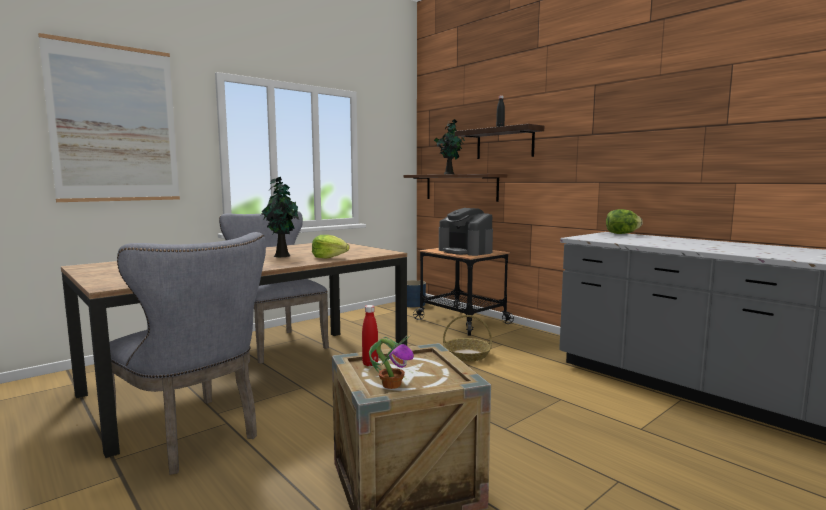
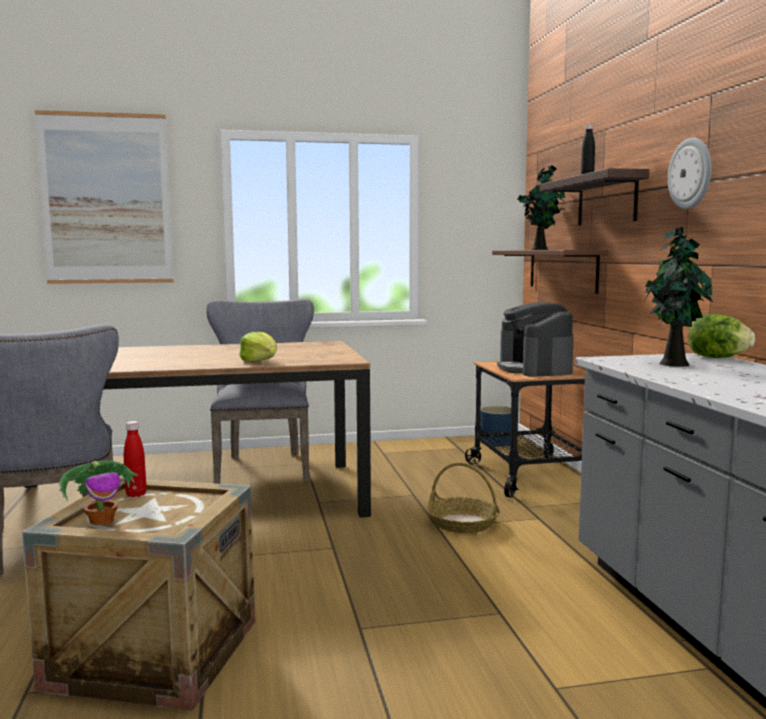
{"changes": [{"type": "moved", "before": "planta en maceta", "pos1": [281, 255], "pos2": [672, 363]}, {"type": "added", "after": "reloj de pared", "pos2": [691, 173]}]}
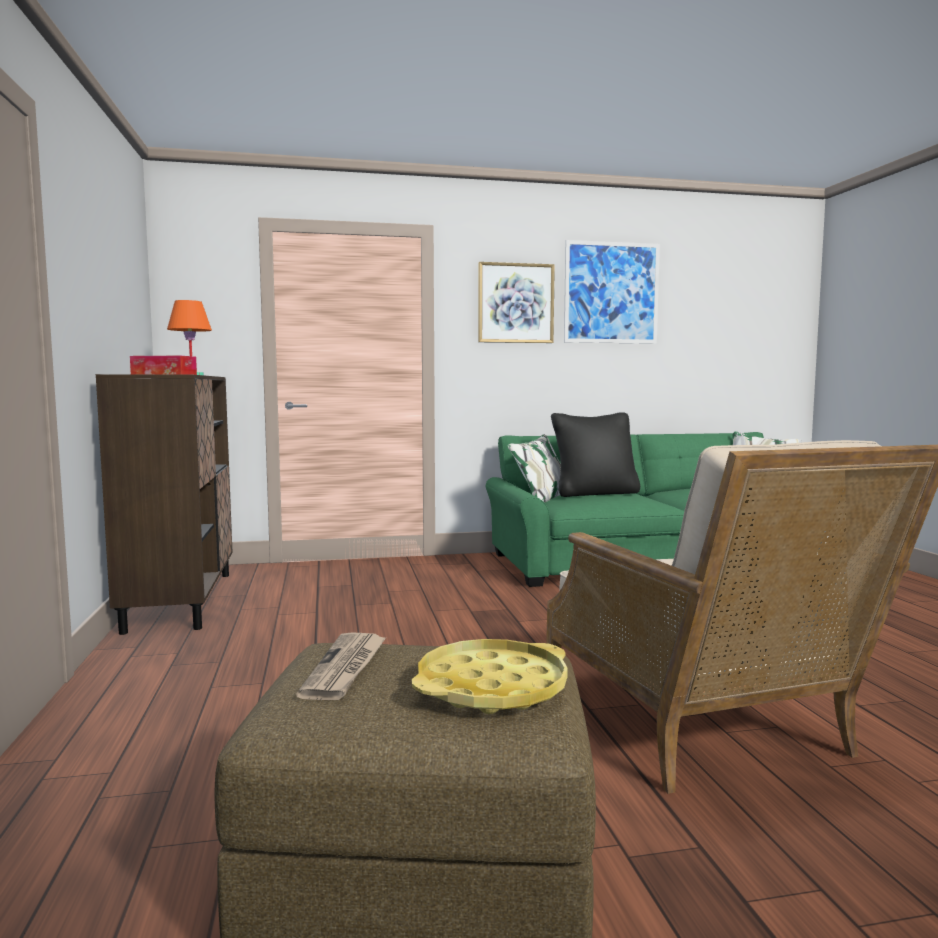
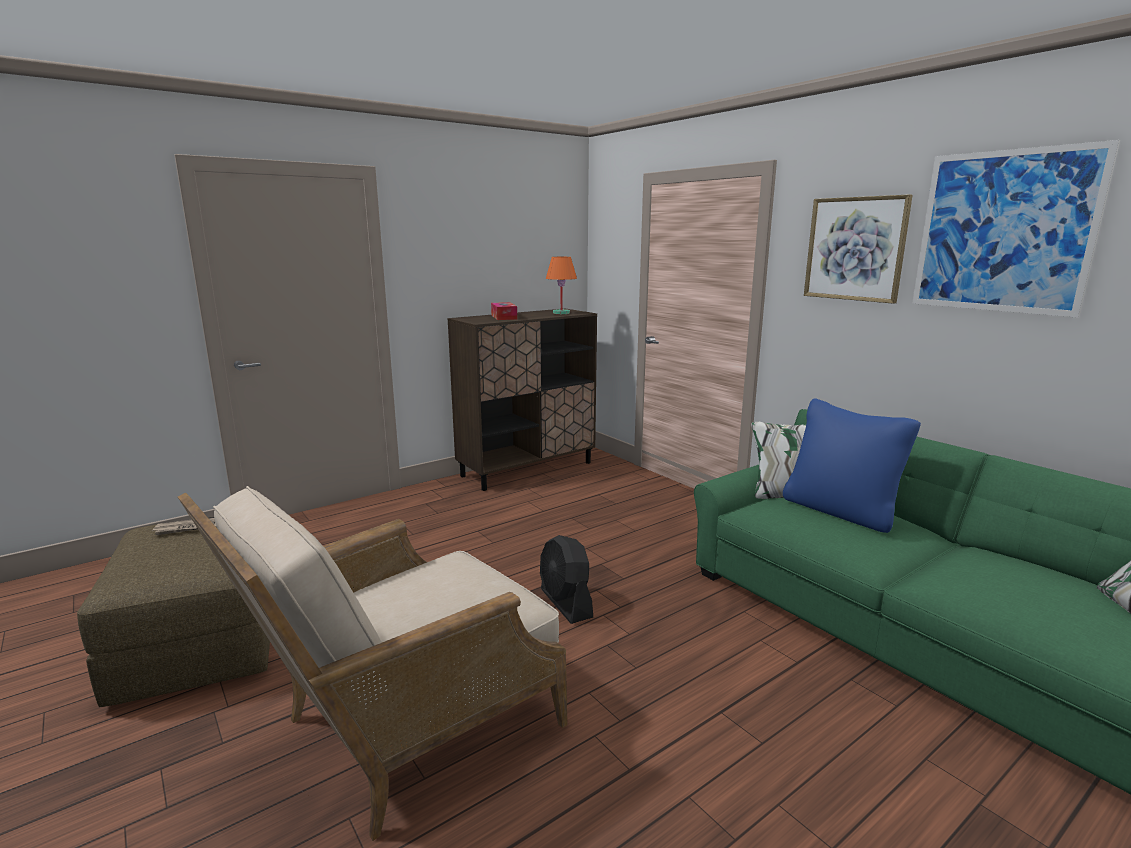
{"changes": [{"type": "recoloured", "before": "cojín/negro", "after": "cojín/azul", "pos1": [595, 493], "pos2": [840, 511]}, {"type": "removed", "before": "bandeja/amarillo", "pos1": [492, 687]}, {"type": "added", "after": "ventilador/negro", "pos2": [566, 603]}]}
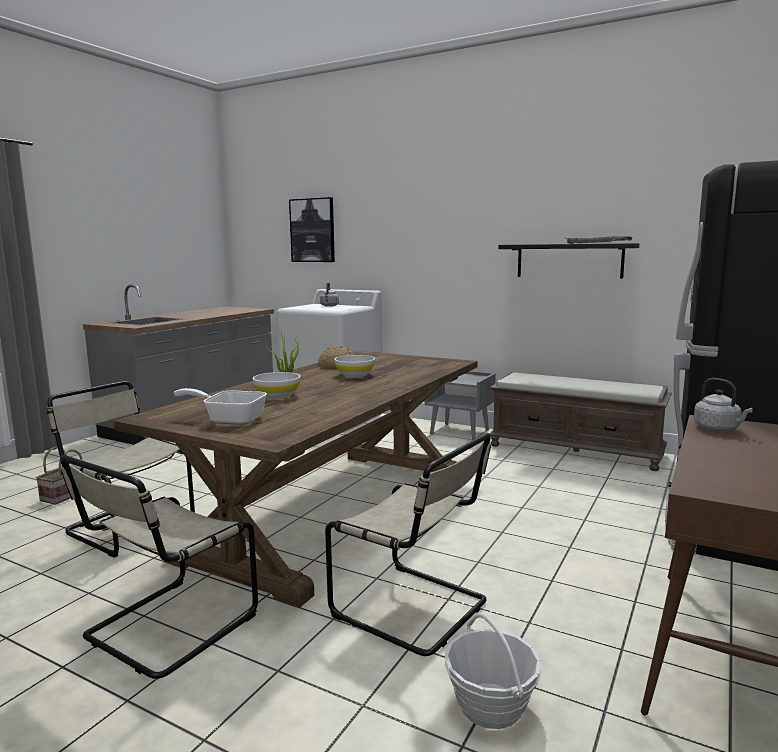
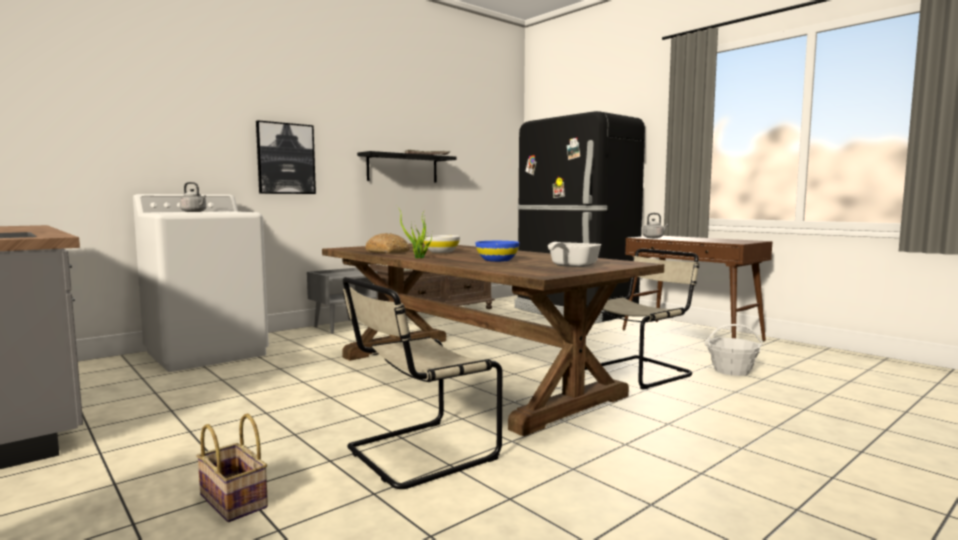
{"changes": [{"type": "moved", "before": "cuadro", "pos1": [312, 230], "pos2": [285, 158]}, {"type": "recoloured", "before": "cuenco/blanco", "after": "cuenco/azul", "pos1": [277, 396], "pos2": [497, 260]}, {"type": "removed", "before": "silla/beis", "pos1": [166, 628]}]}
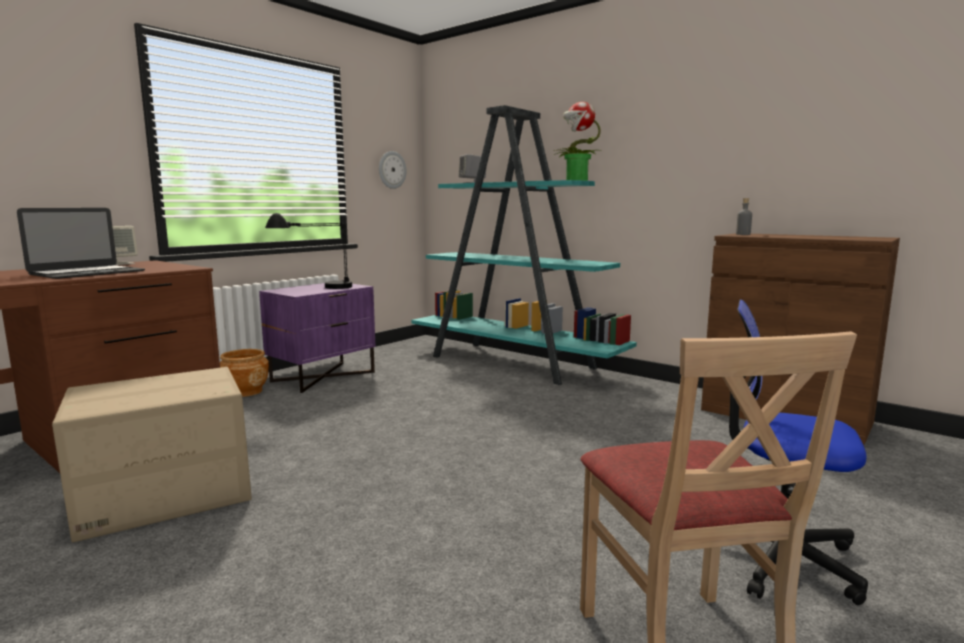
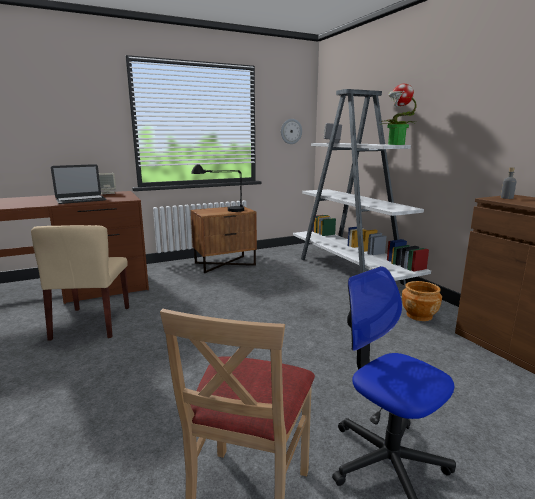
{"changes": [{"type": "recoloured", "before": "estantería/turquesa", "after": "estantería/blanco", "pos1": [514, 363], "pos2": [350, 271]}, {"type": "recoloured", "before": "mesita de noche/morado", "after": "mesita de noche/marrón", "pos1": [323, 376], "pos2": [225, 264]}, {"type": "moved", "before": "maceta/marrón", "pos1": [245, 391], "pos2": [419, 315]}, {"type": "replaced", "before": "caja de cartón", "after": "silla/beis", "pos1": [165, 496], "pos2": [92, 323]}]}
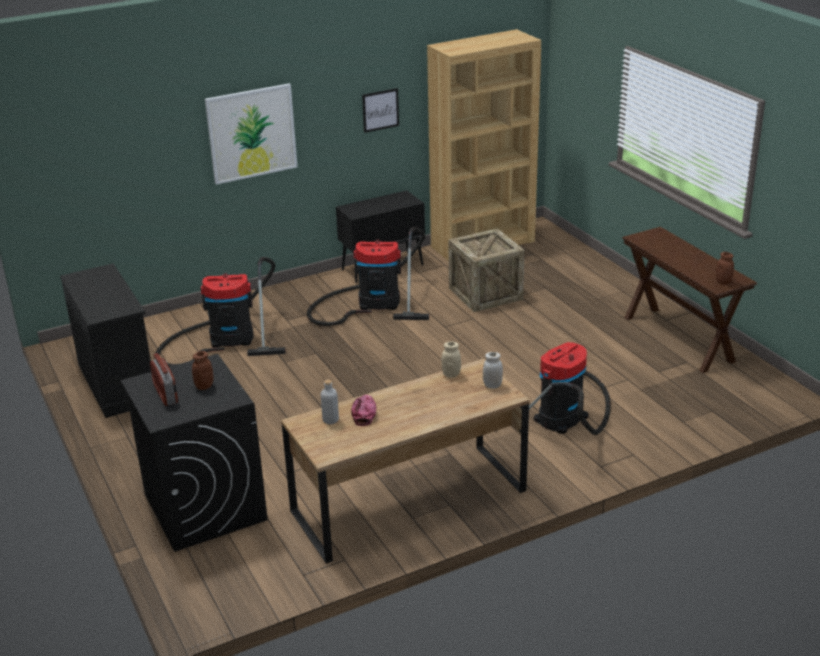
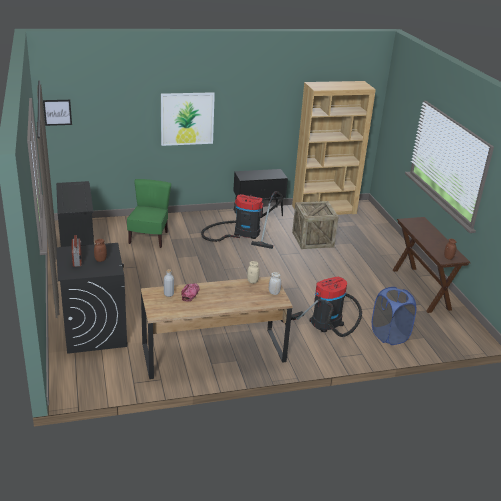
{"changes": [{"type": "moved", "before": "cuadro", "pos1": [380, 110], "pos2": [57, 112]}, {"type": "replaced", "before": "aspiradora", "after": "silla/verde", "pos1": [226, 339], "pos2": [149, 238]}, {"type": "added", "after": "cesto de la ropa/azul", "pos2": [389, 335]}]}
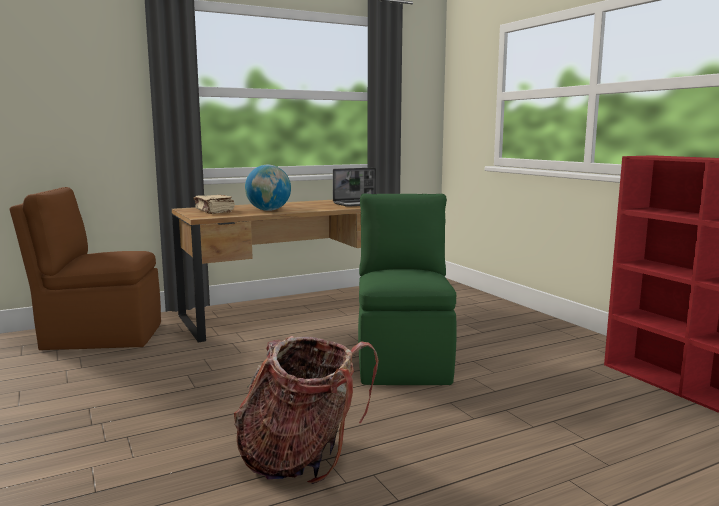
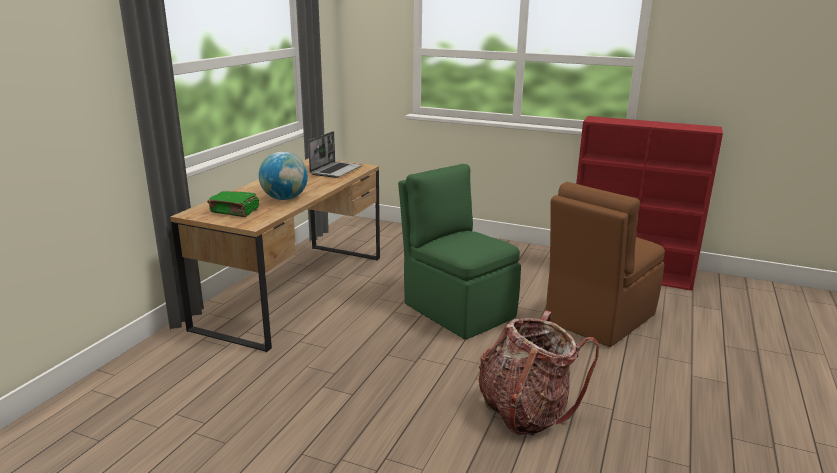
{"changes": [{"type": "moved", "before": "silla/marrón", "pos1": [100, 336], "pos2": [598, 319]}, {"type": "recoloured", "before": "libro/beis", "after": "libro/verde", "pos1": [214, 211], "pos2": [235, 211]}]}
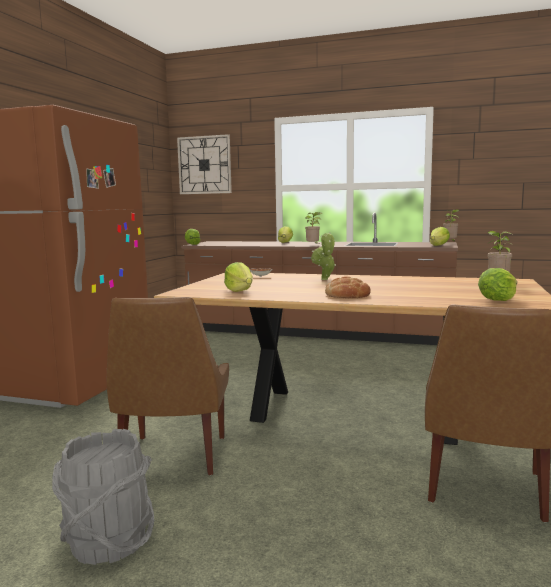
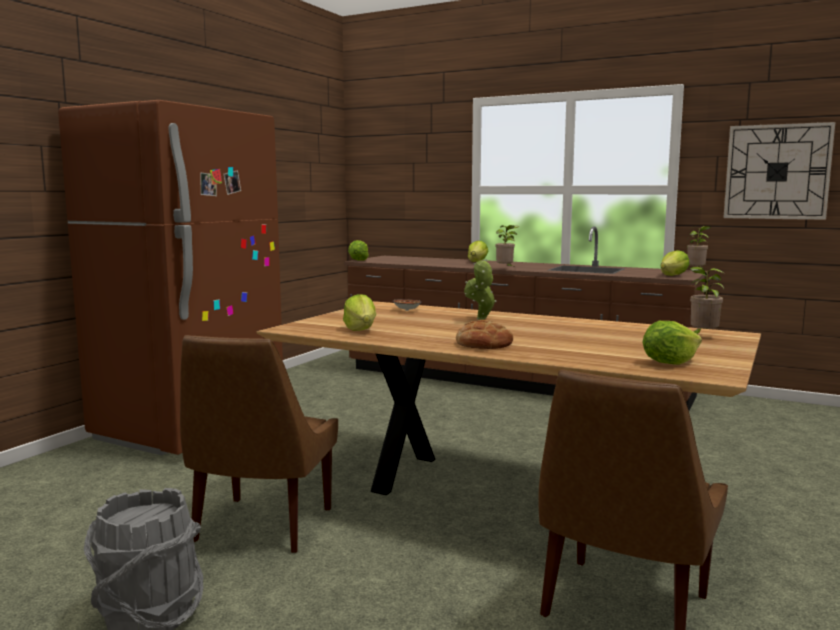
{"changes": [{"type": "moved", "before": "reloj de pared", "pos1": [204, 165], "pos2": [777, 172]}]}
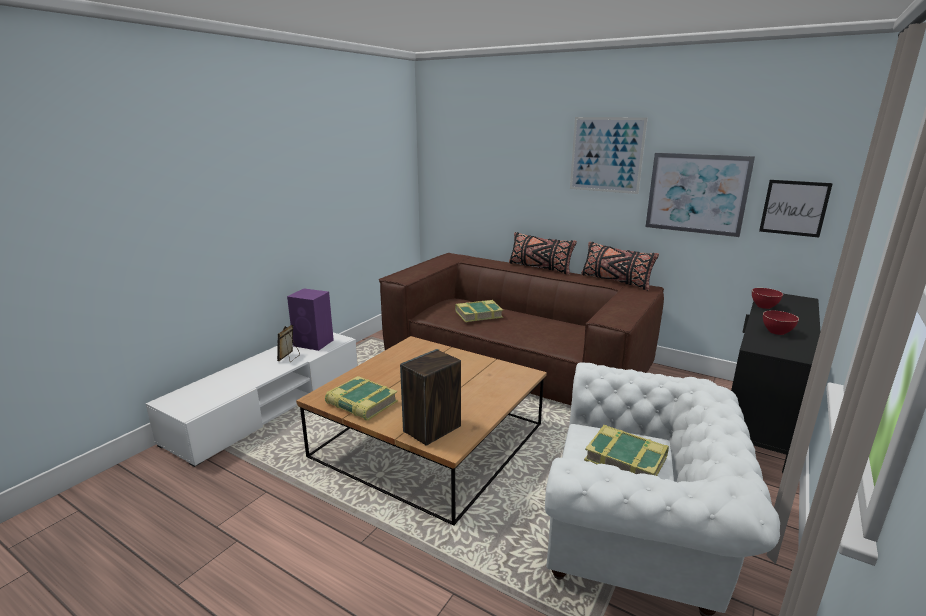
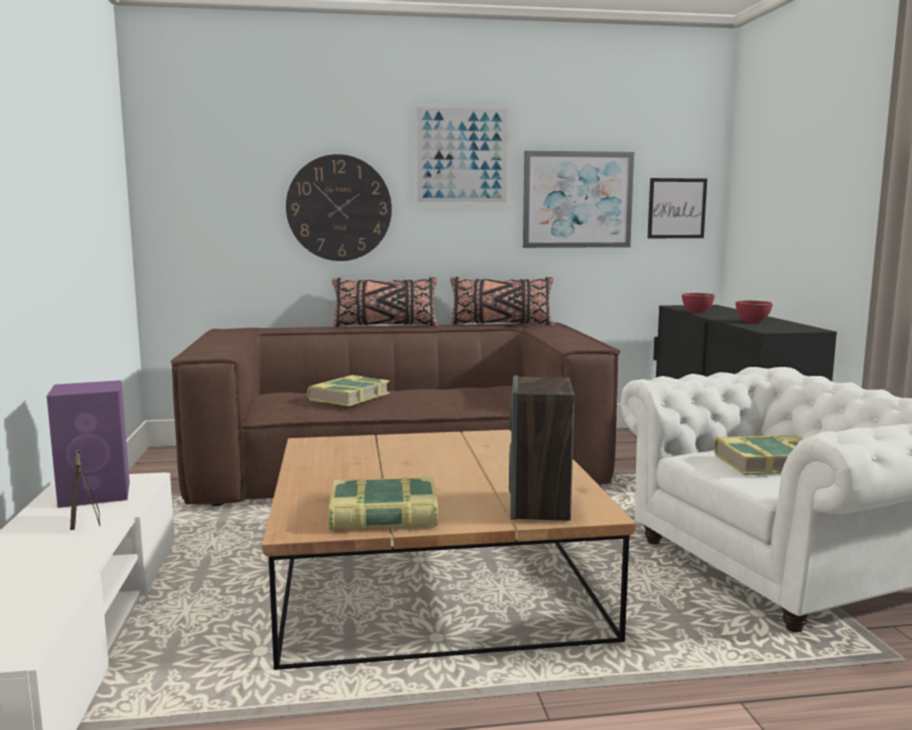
{"changes": [{"type": "added", "after": "reloj de pared", "pos2": [339, 208]}]}
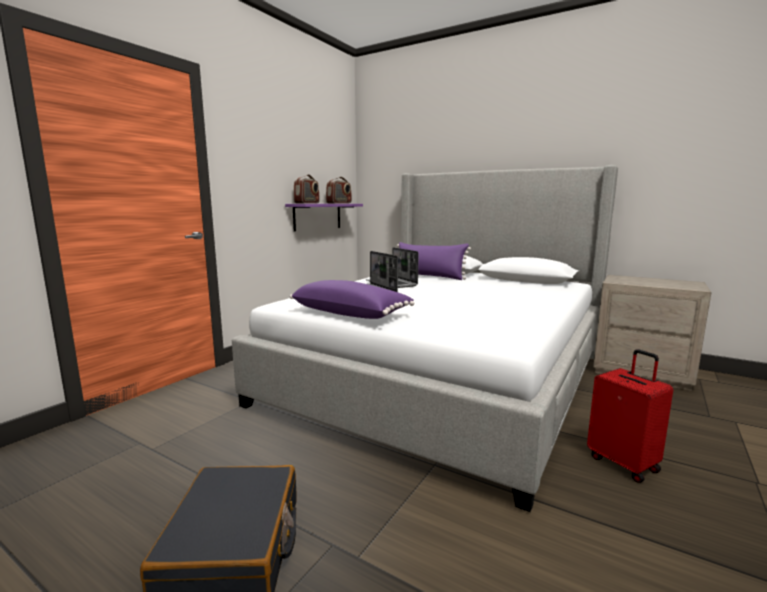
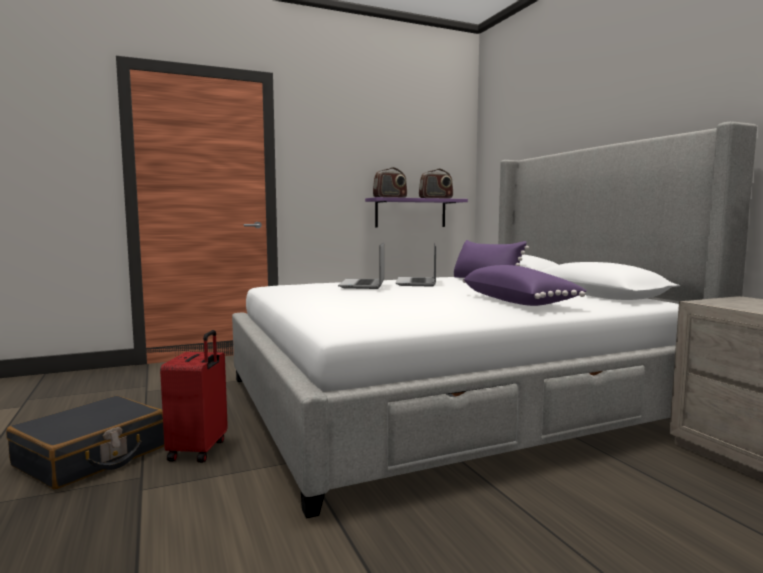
{"changes": [{"type": "moved", "before": "cojín/morado", "pos1": [351, 314], "pos2": [518, 302]}, {"type": "moved", "before": "maleta/rojo", "pos1": [623, 463], "pos2": [199, 450]}]}
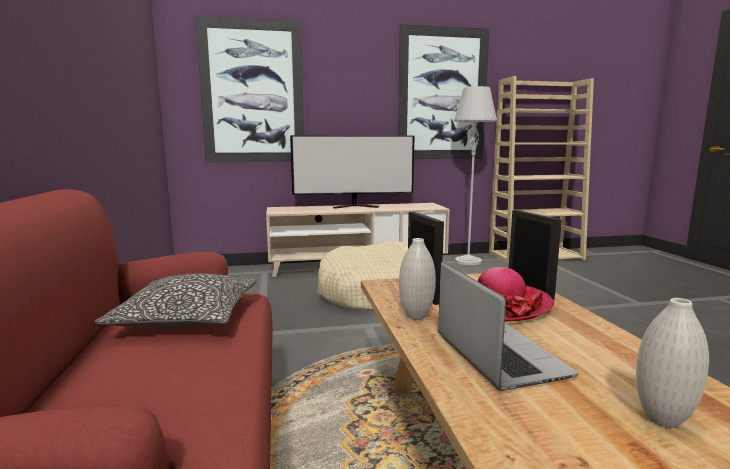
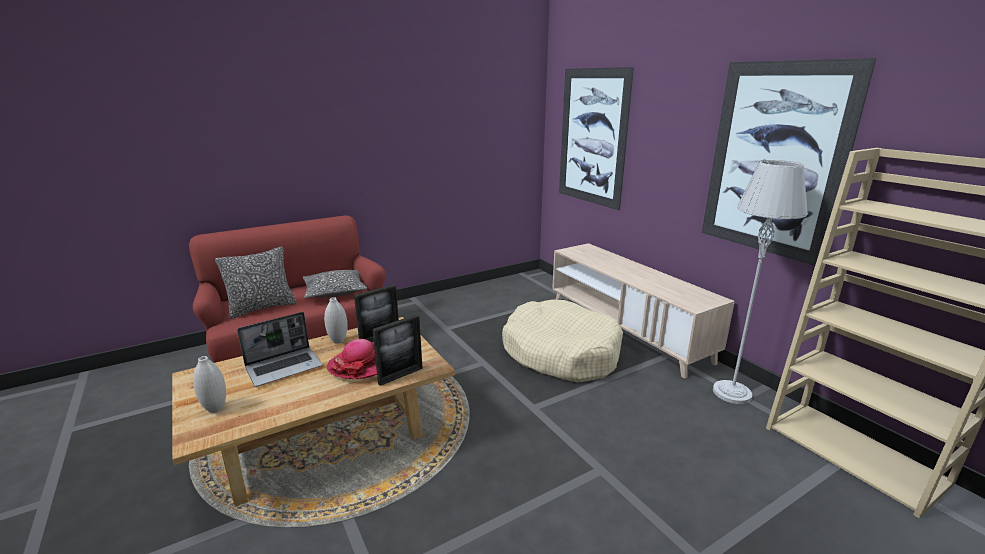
{"changes": [{"type": "removed", "before": "televisor", "pos1": [356, 206]}, {"type": "added", "after": "cojín", "pos2": [262, 308]}]}
